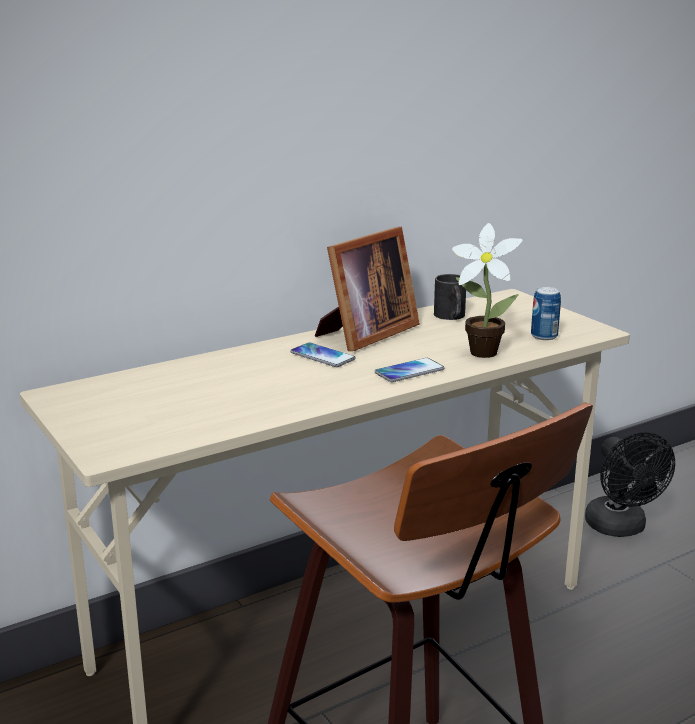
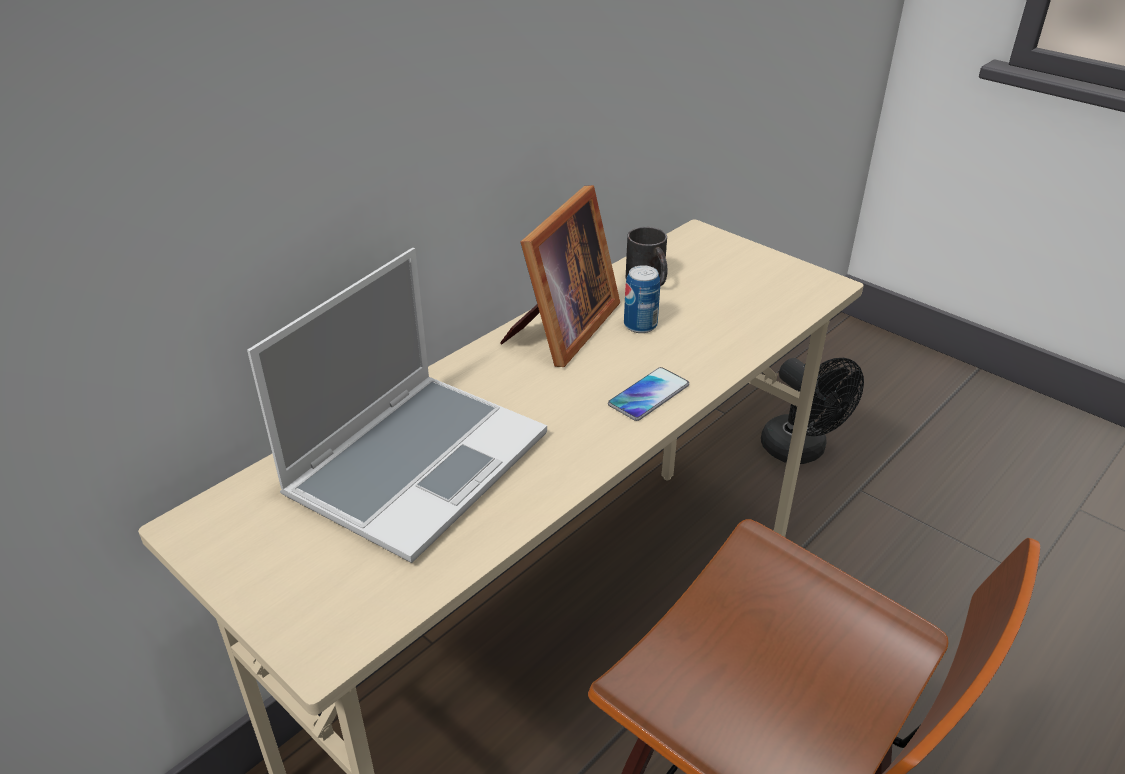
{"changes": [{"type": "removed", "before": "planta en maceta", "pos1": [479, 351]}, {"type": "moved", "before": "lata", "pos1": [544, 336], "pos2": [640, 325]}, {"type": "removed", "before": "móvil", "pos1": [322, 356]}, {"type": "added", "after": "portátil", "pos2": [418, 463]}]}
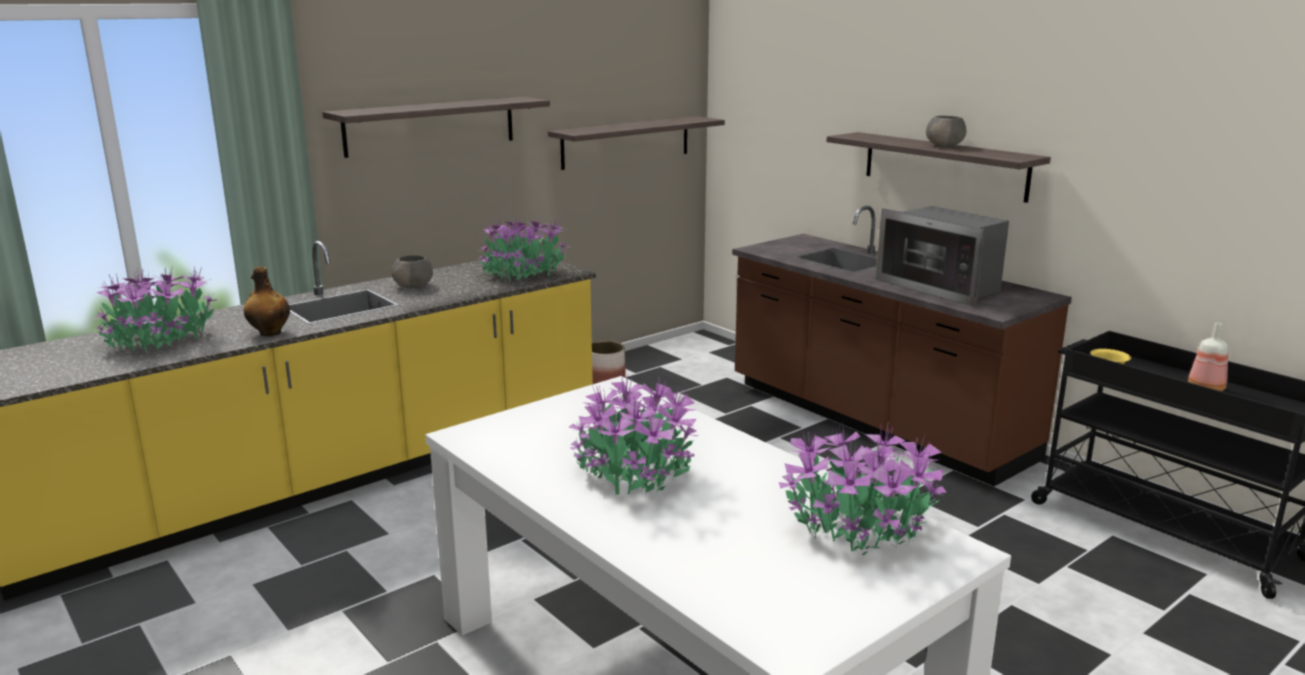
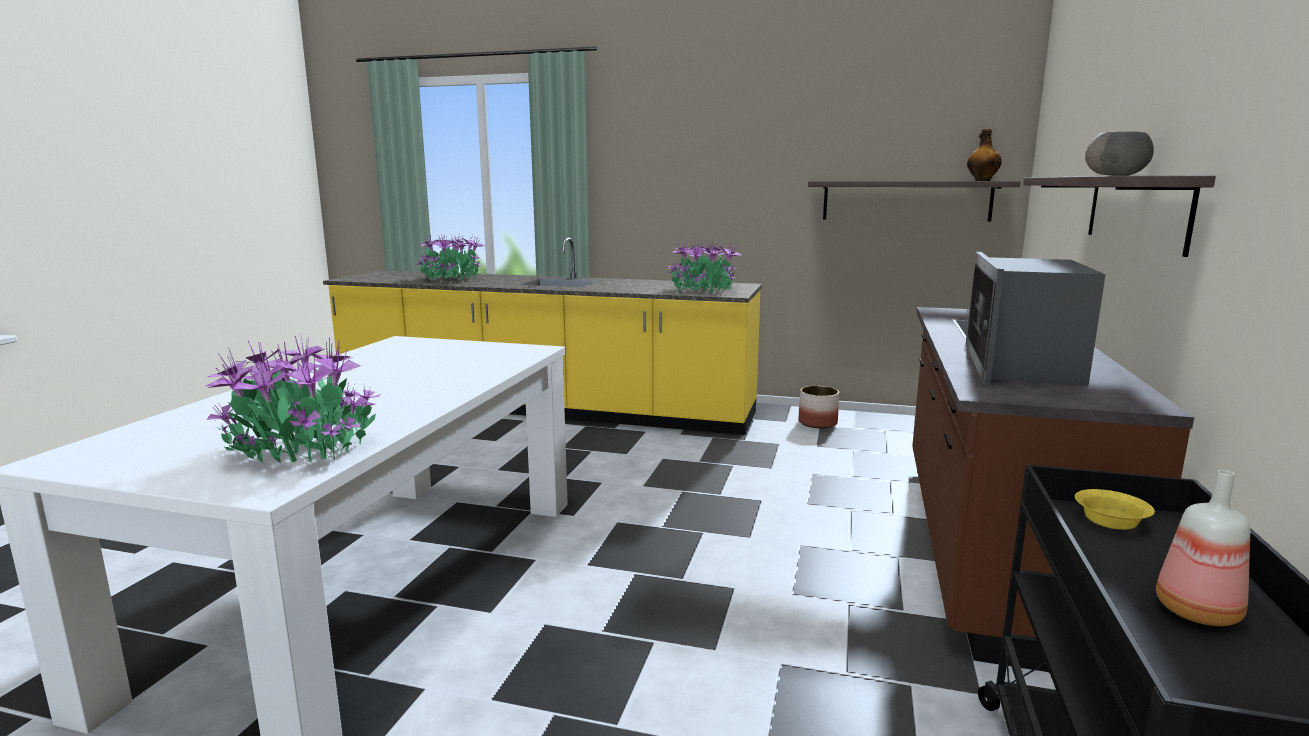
{"changes": [{"type": "removed", "before": "estante", "pos1": [431, 126]}, {"type": "removed", "before": "cuenco/gris", "pos1": [414, 286]}, {"type": "moved", "before": "botella", "pos1": [269, 333], "pos2": [982, 181]}, {"type": "removed", "before": "planta en maceta", "pos1": [634, 474]}]}
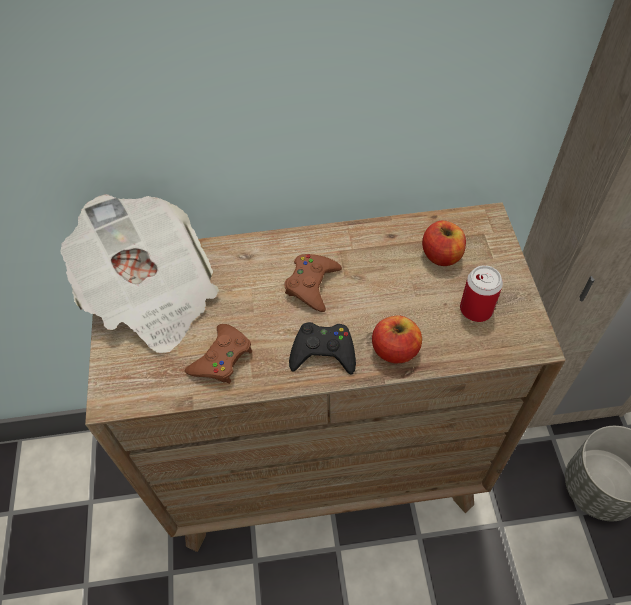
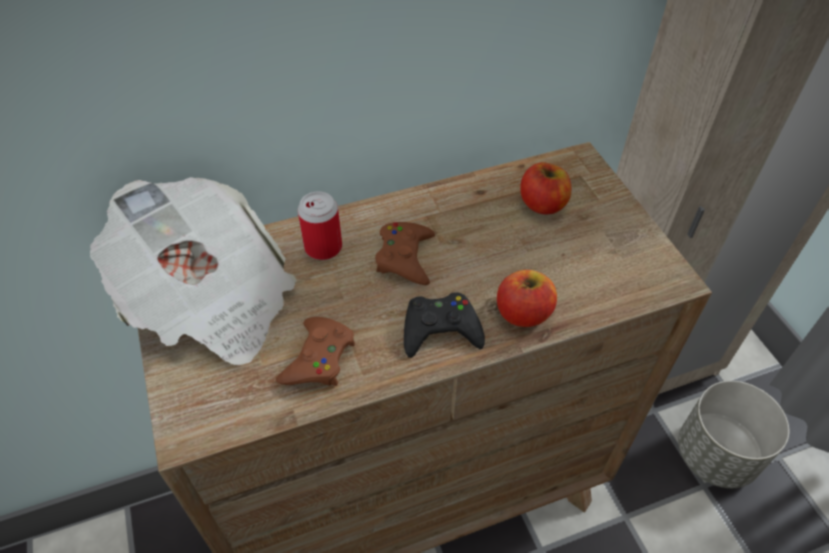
{"changes": [{"type": "moved", "before": "lata", "pos1": [476, 309], "pos2": [323, 247]}]}
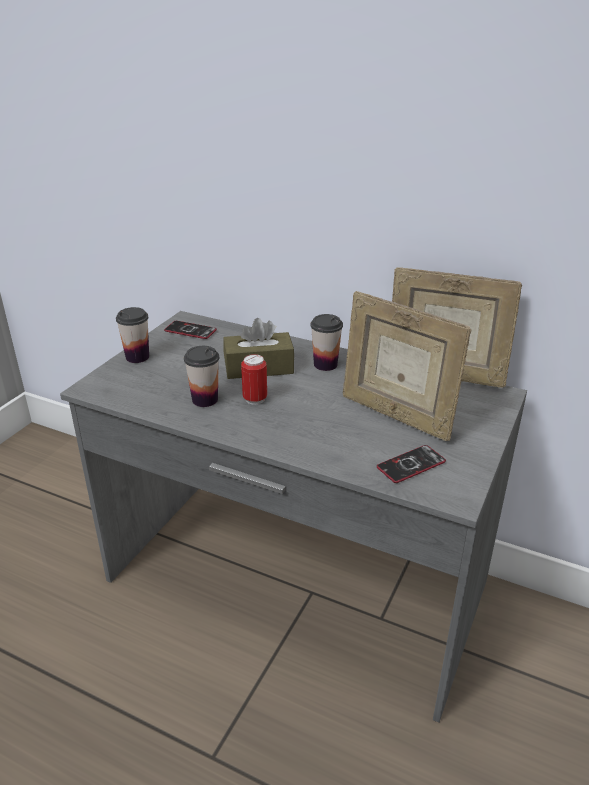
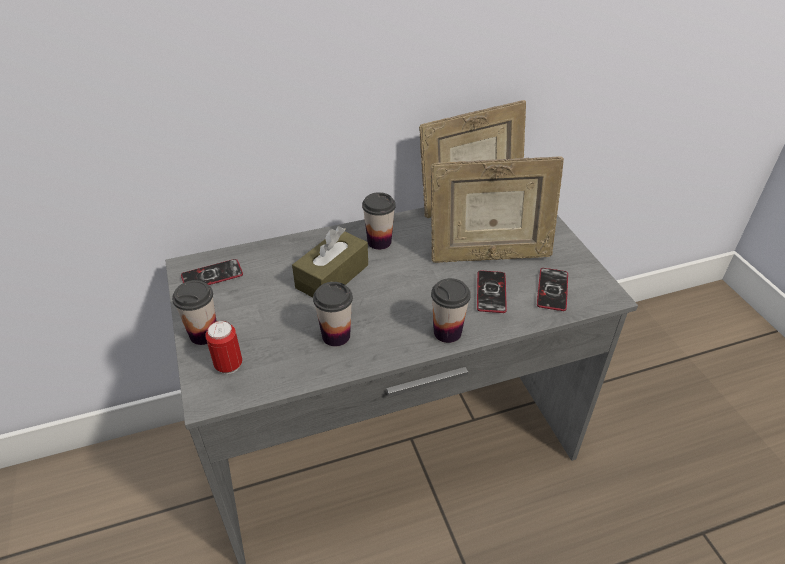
{"changes": [{"type": "moved", "before": "lata", "pos1": [255, 399], "pos2": [229, 365]}, {"type": "added", "after": "móvil", "pos2": [491, 292]}, {"type": "added", "after": "taza", "pos2": [447, 332]}]}
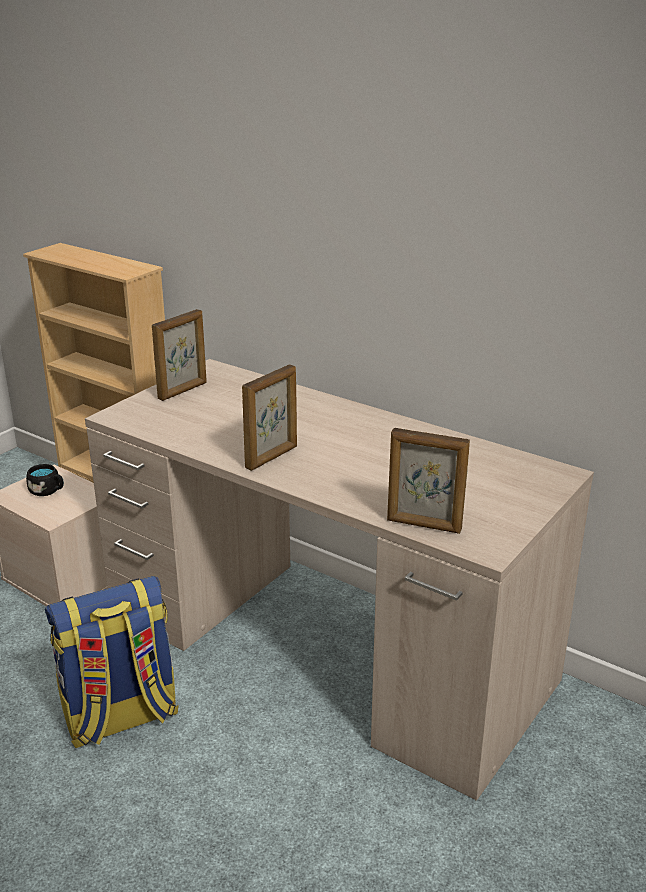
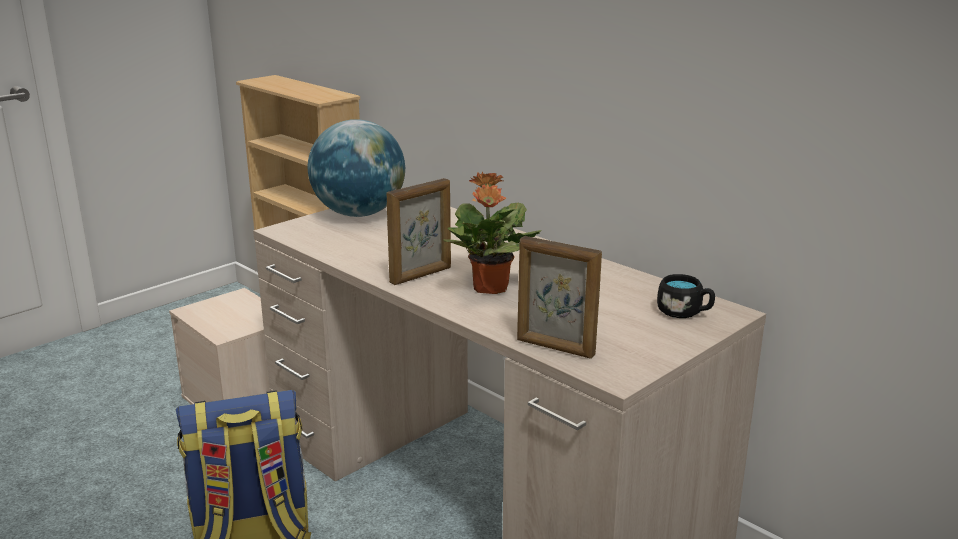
{"changes": [{"type": "replaced", "before": "portarretratos", "after": "globo terráqueo", "pos1": [183, 391], "pos2": [359, 214]}, {"type": "moved", "before": "taza grande/negro", "pos1": [48, 491], "pos2": [684, 312]}, {"type": "added", "after": "planta en maceta", "pos2": [490, 289]}]}
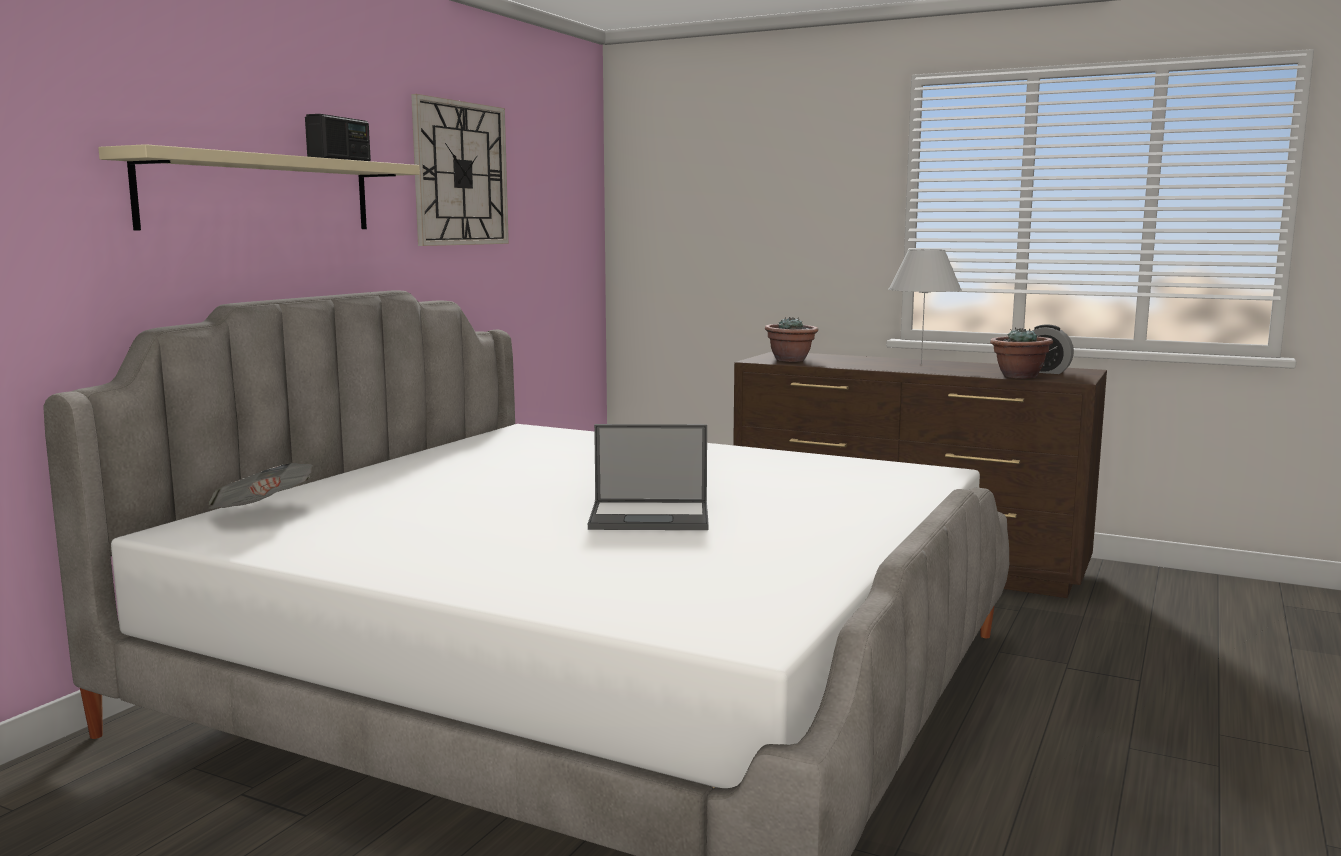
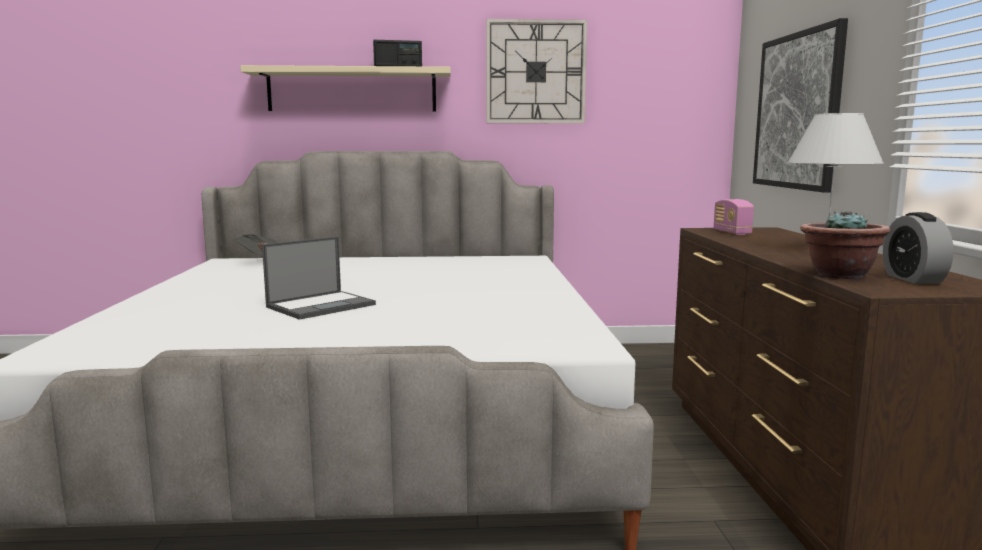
{"changes": [{"type": "replaced", "before": "planta en maceta", "after": "radio", "pos1": [791, 360], "pos2": [731, 232]}, {"type": "turned", "before": "portátil", "pos1": [651, 517], "pos2": [322, 305], "turn": -105}, {"type": "added", "after": "cuadro", "pos2": [797, 111]}]}
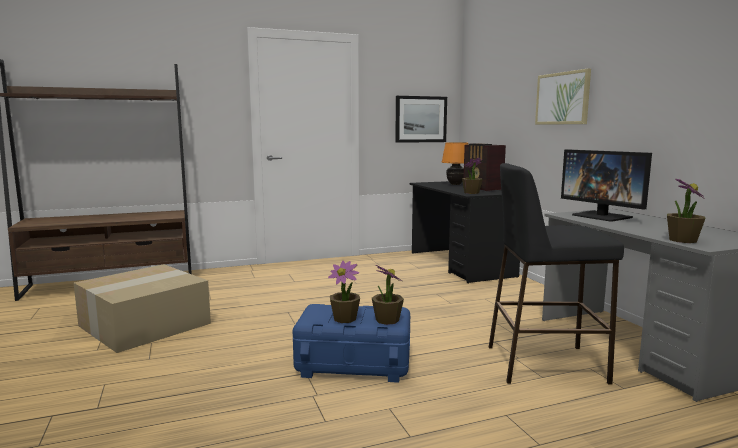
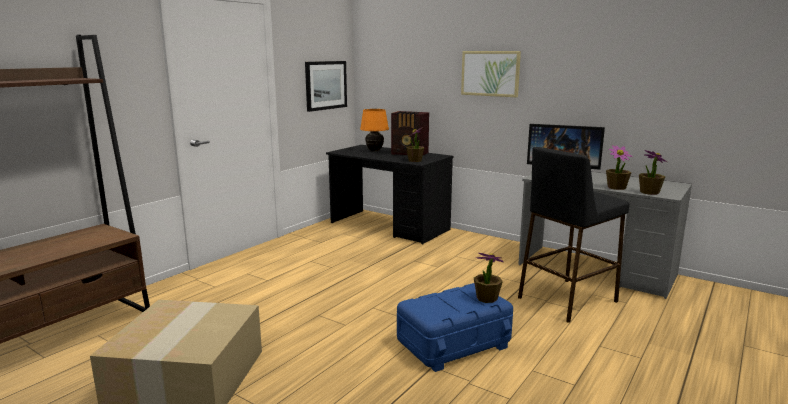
{"changes": [{"type": "moved", "before": "planta en maceta", "pos1": [345, 319], "pos2": [616, 187]}]}
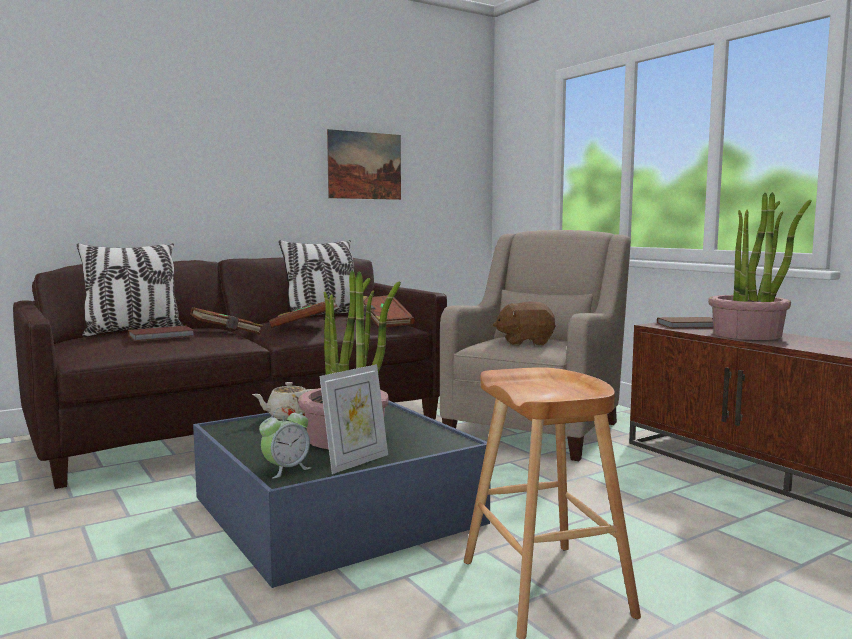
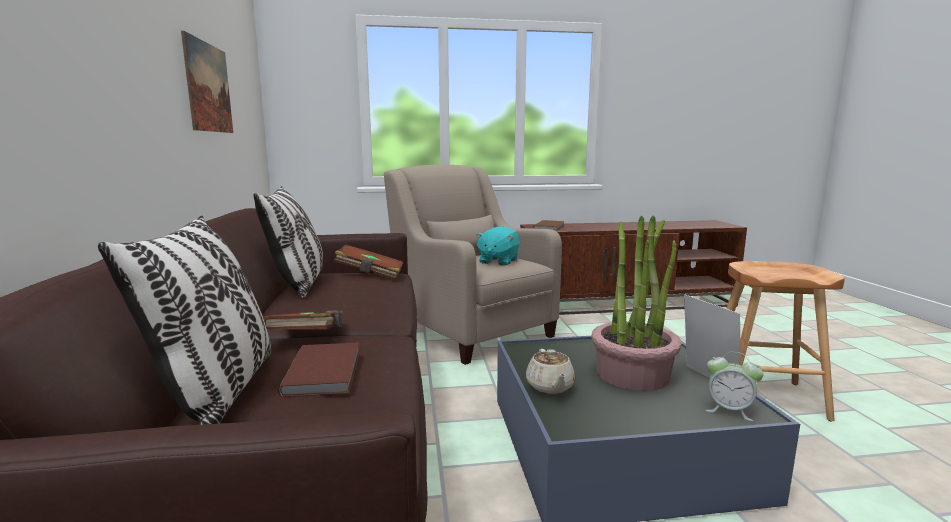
{"changes": [{"type": "removed", "before": "planta en maceta", "pos1": [748, 335]}, {"type": "removed", "before": "libro/marrón", "pos1": [304, 326]}, {"type": "recoloured", "before": "peluche/marrón", "after": "peluche/turquesa", "pos1": [525, 343], "pos2": [498, 261]}, {"type": "turned", "before": "despertador", "pos1": [286, 470], "pos2": [729, 410], "turn": 135}]}
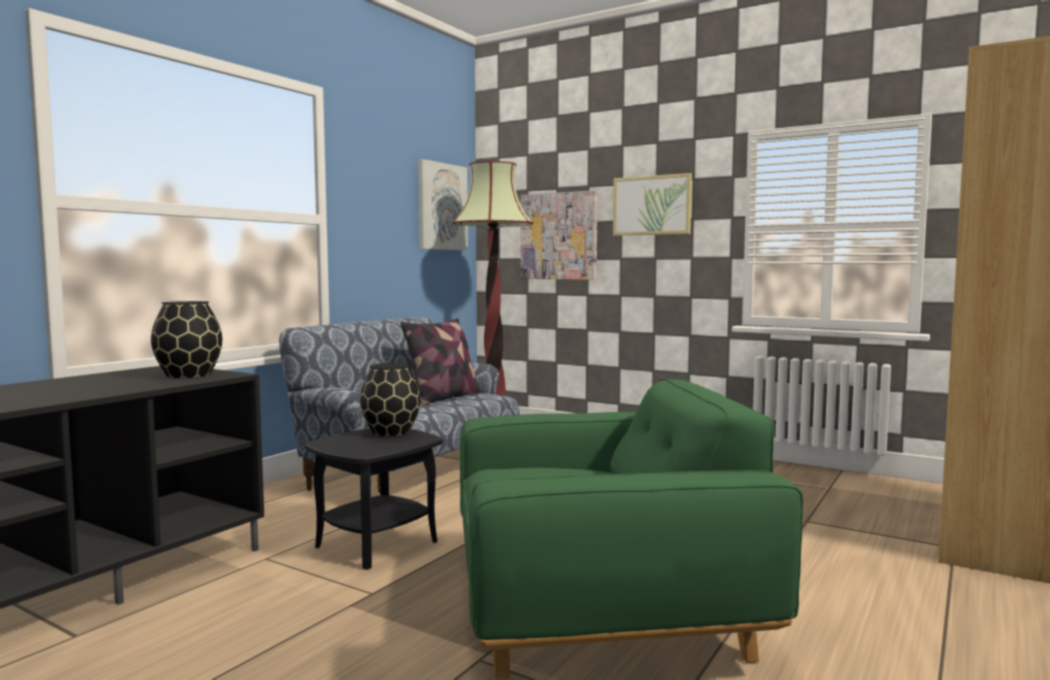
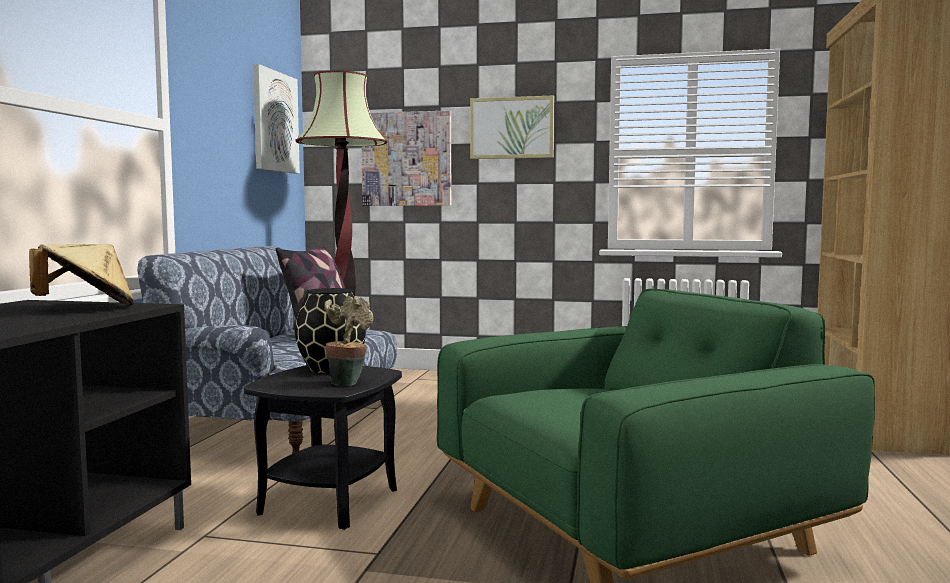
{"changes": [{"type": "replaced", "before": "florero/negro", "after": "sombrero/beis", "pos1": [188, 375], "pos2": [88, 308]}, {"type": "added", "after": "planta en maceta", "pos2": [348, 382]}]}
